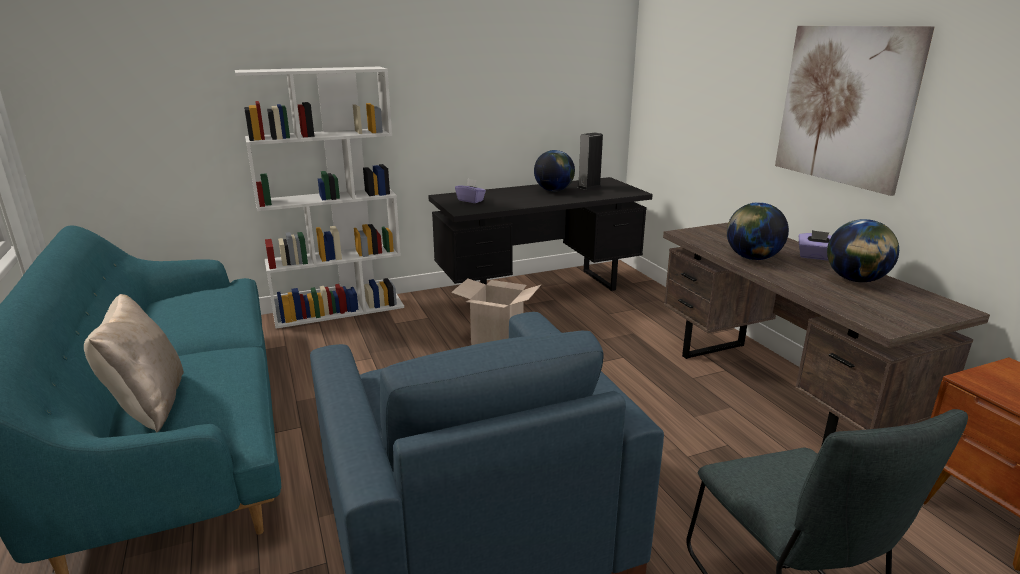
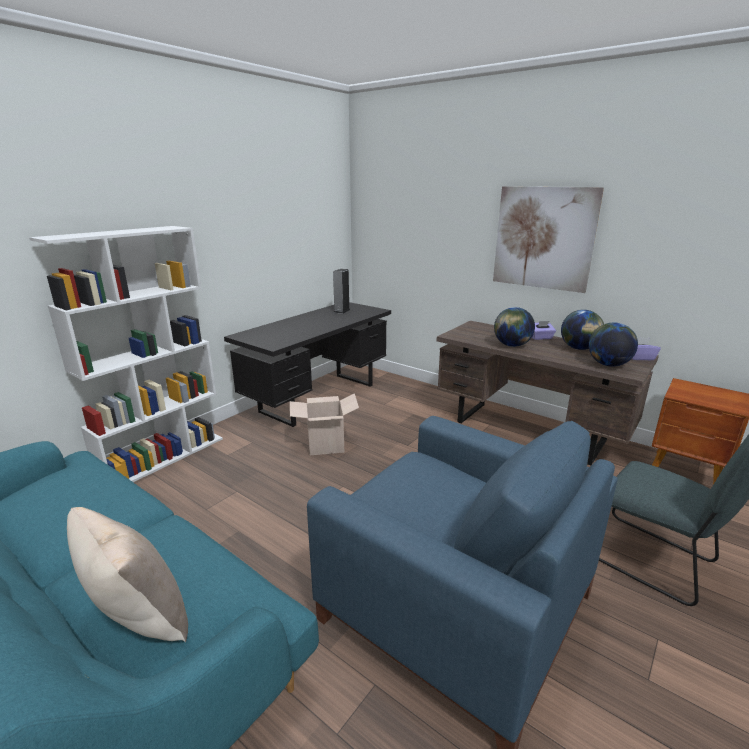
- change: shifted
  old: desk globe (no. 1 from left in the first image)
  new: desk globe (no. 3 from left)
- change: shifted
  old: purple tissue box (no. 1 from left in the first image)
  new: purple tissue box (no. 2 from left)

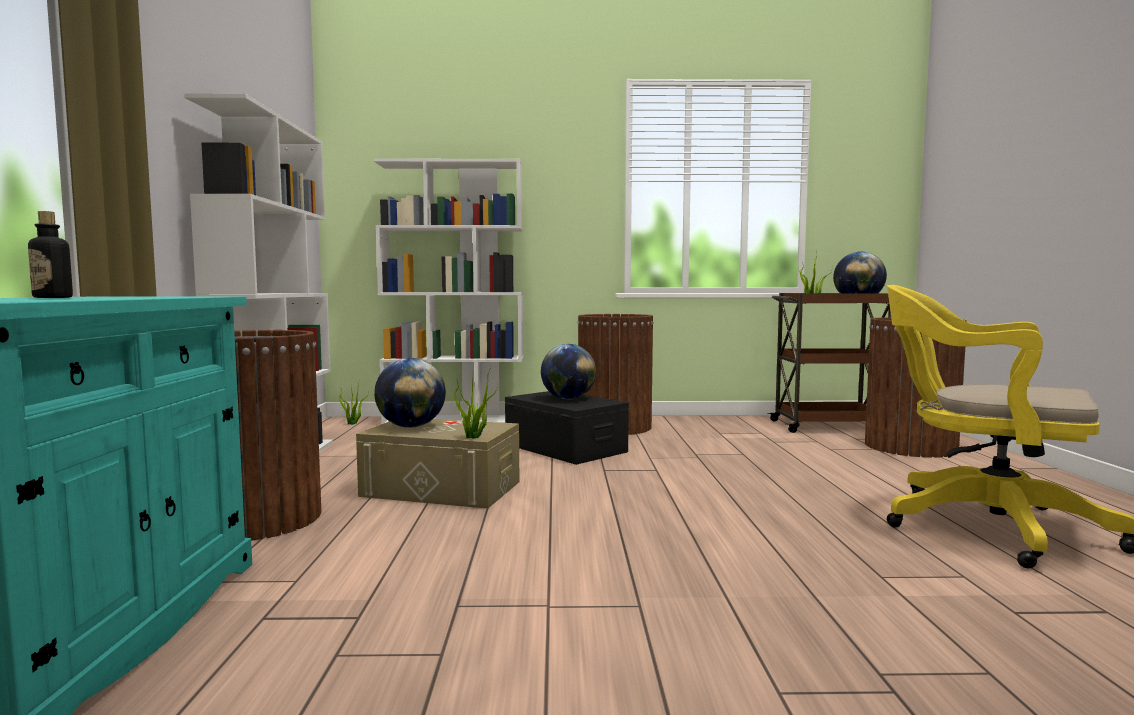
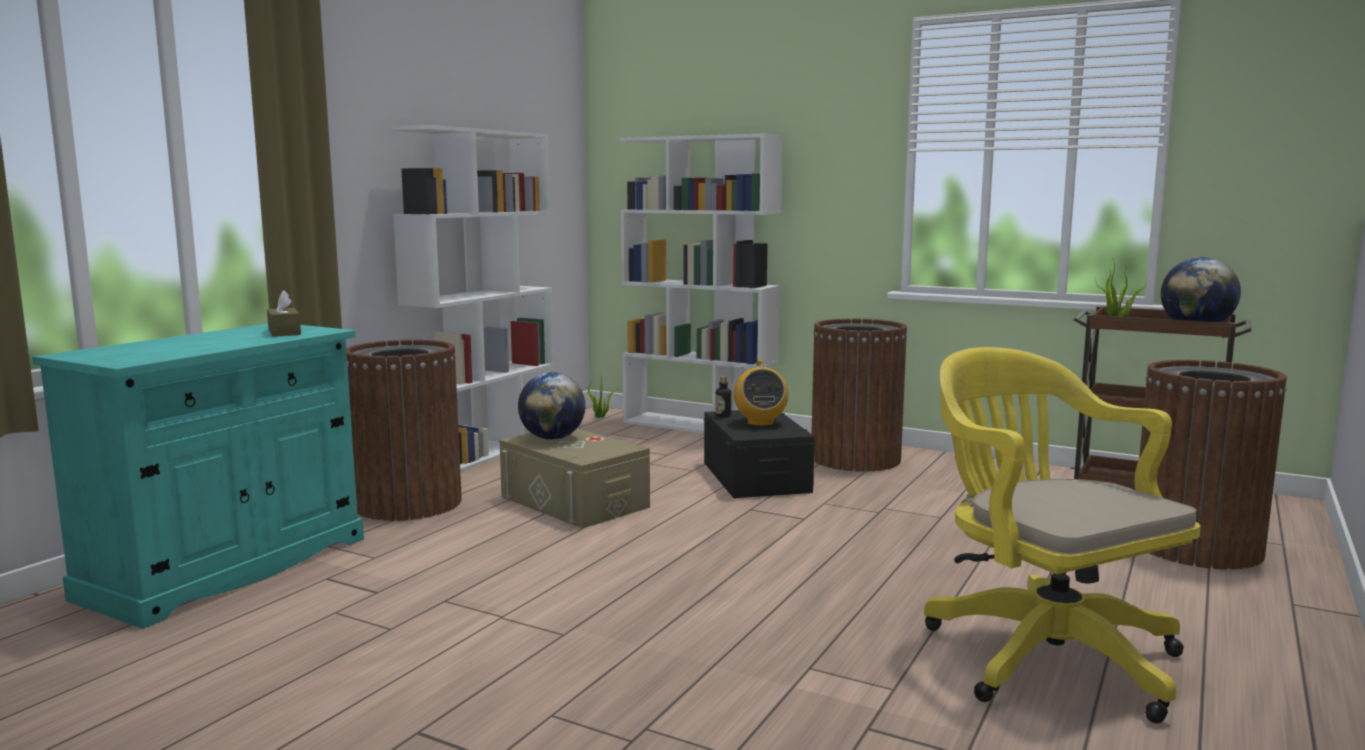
- change: shifted
  old: drink bottle
- change: swapped
  old: desk globe (no. 2 from left)
  new: radio
- change: gone
  old: houseplant (no. 2 from left)
- change: new
  new: brownish tissue box

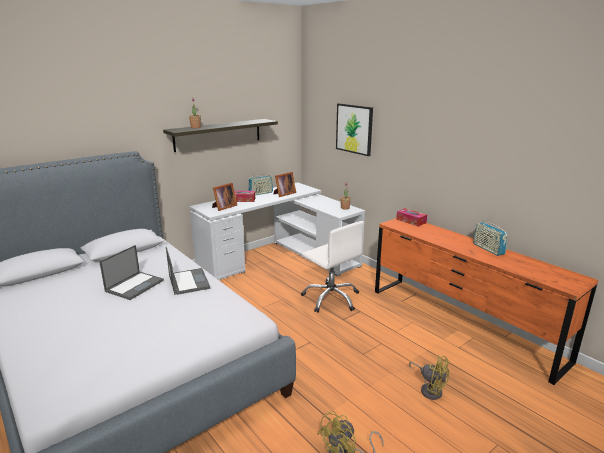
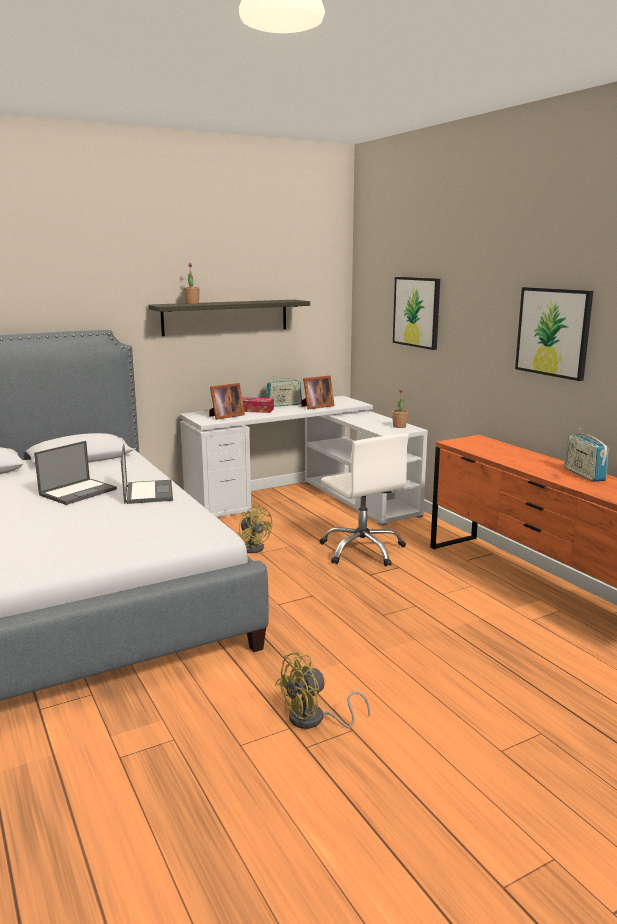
- change: gone
  old: tissue box (no. 2 from left)
- change: shifted
  old: yellow fan (no. 2 from left in the first image)
  new: yellow fan (no. 1 from left)
- change: new
  new: wall picture (no. 2 from left)

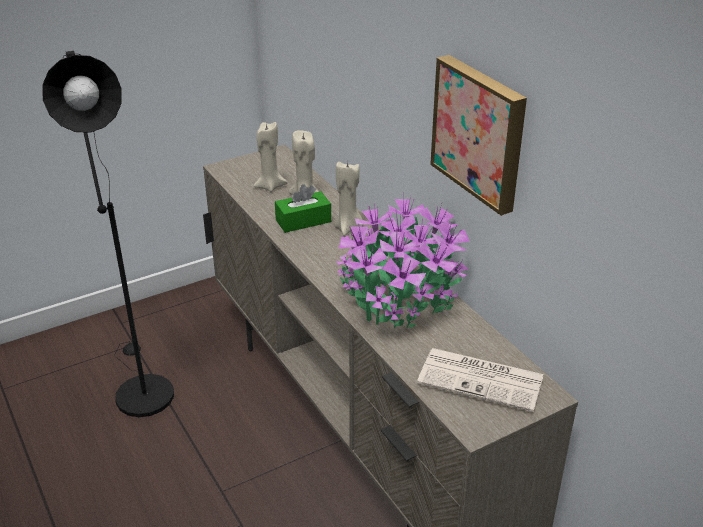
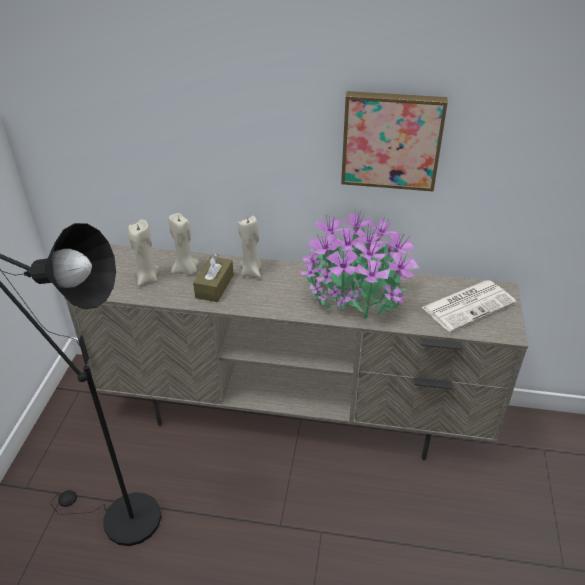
- change: repainted
  old: greenish tissue box
  new: brownish tissue box

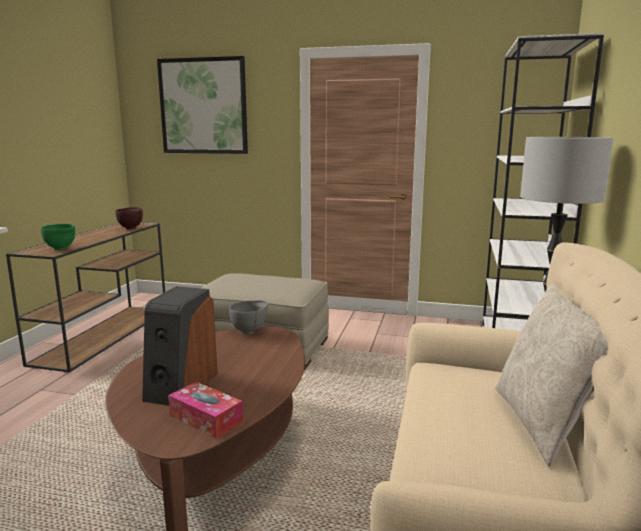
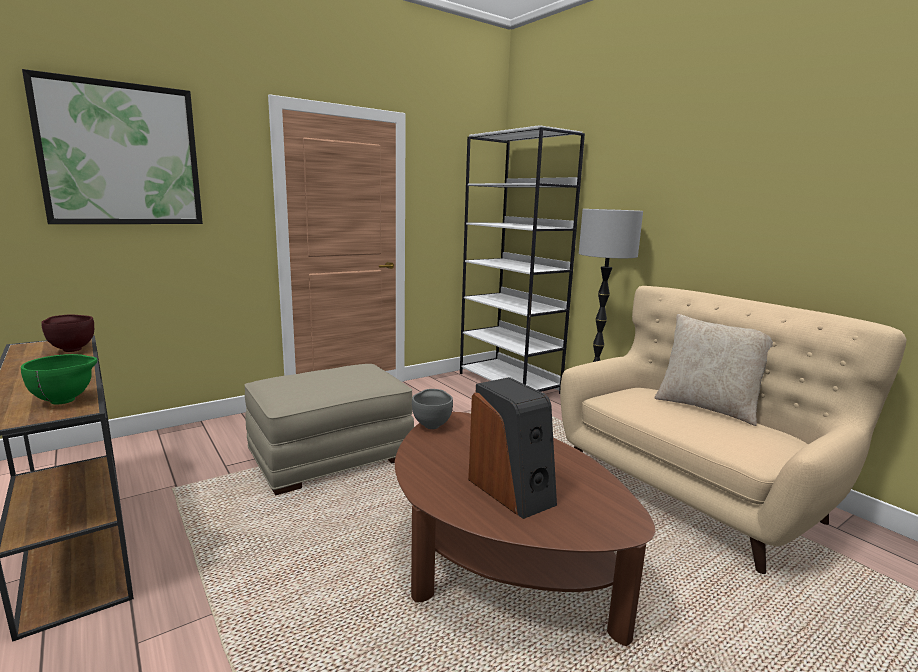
- change: gone
  old: tissue box

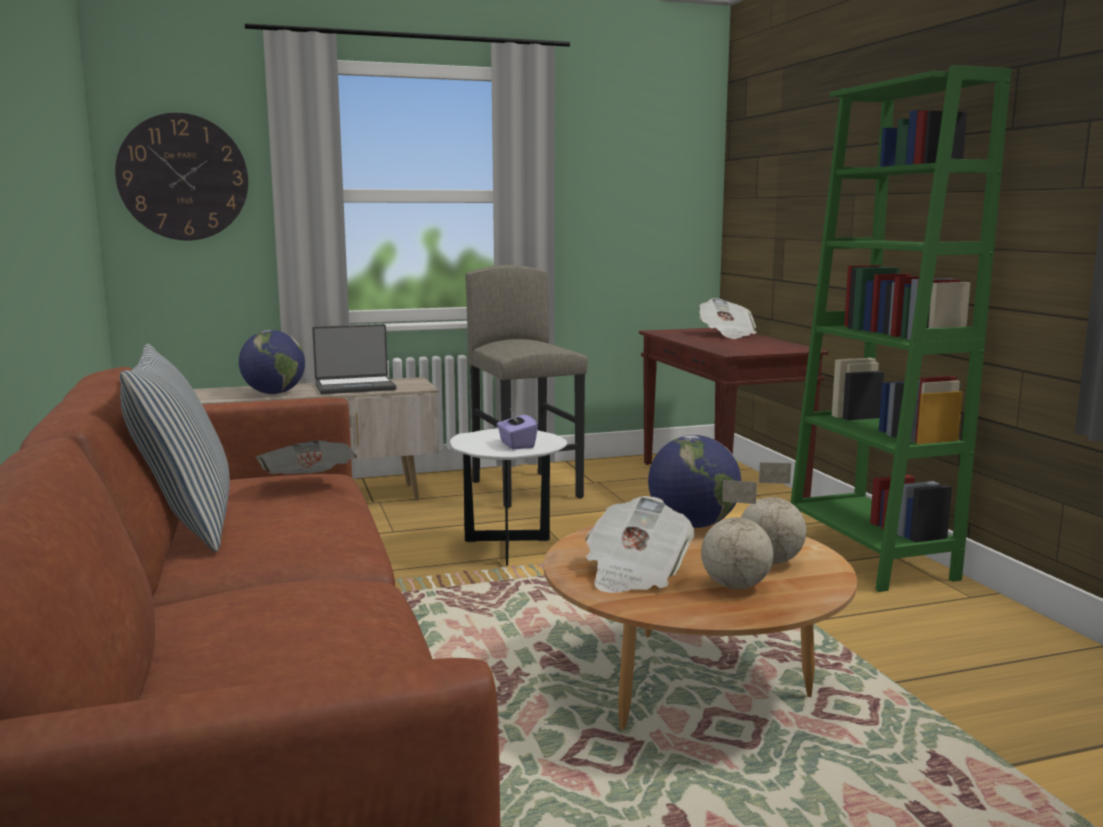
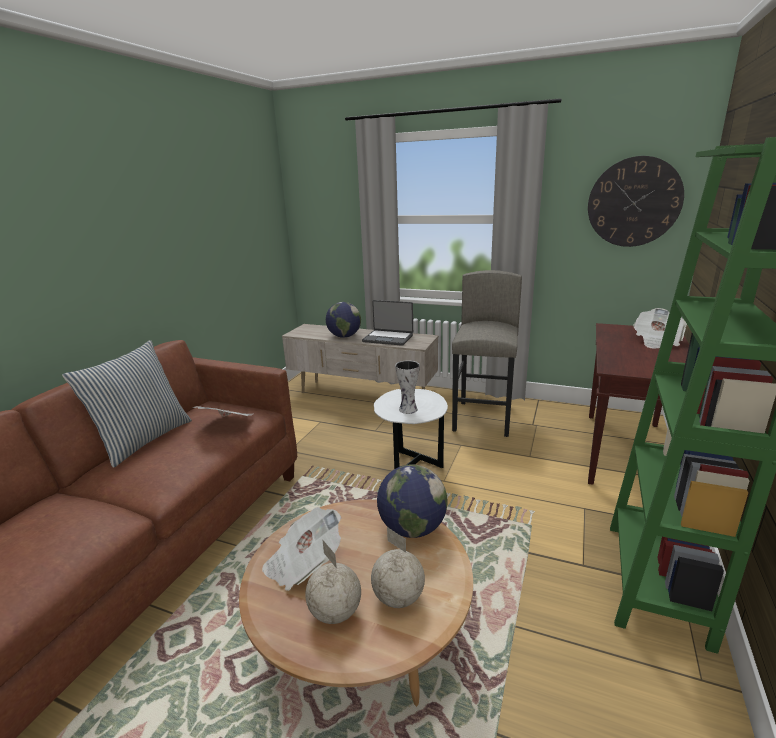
- change: shifted
  old: hanging clock
- change: swapped
  old: purple tissue box
  new: flower vase

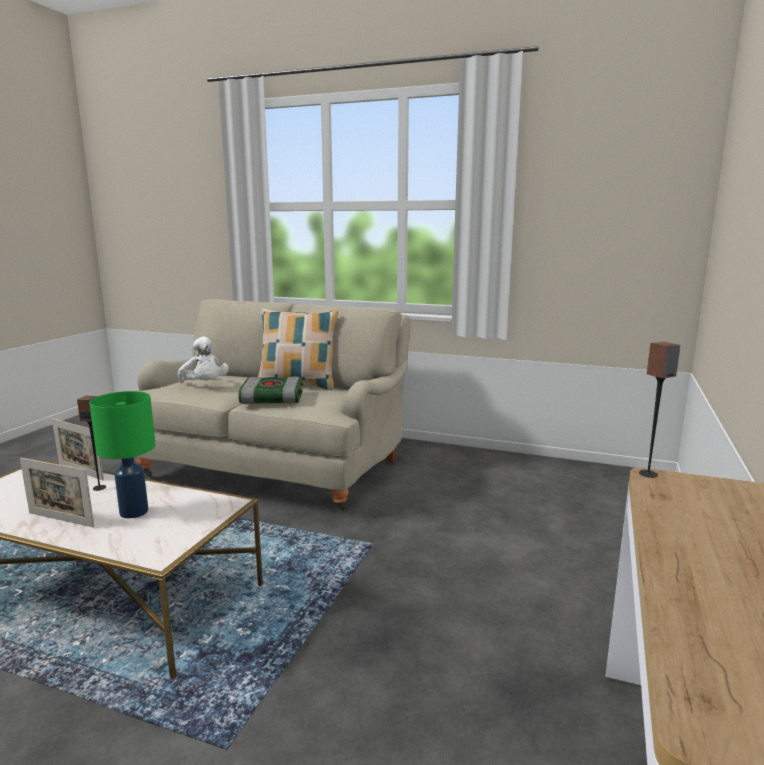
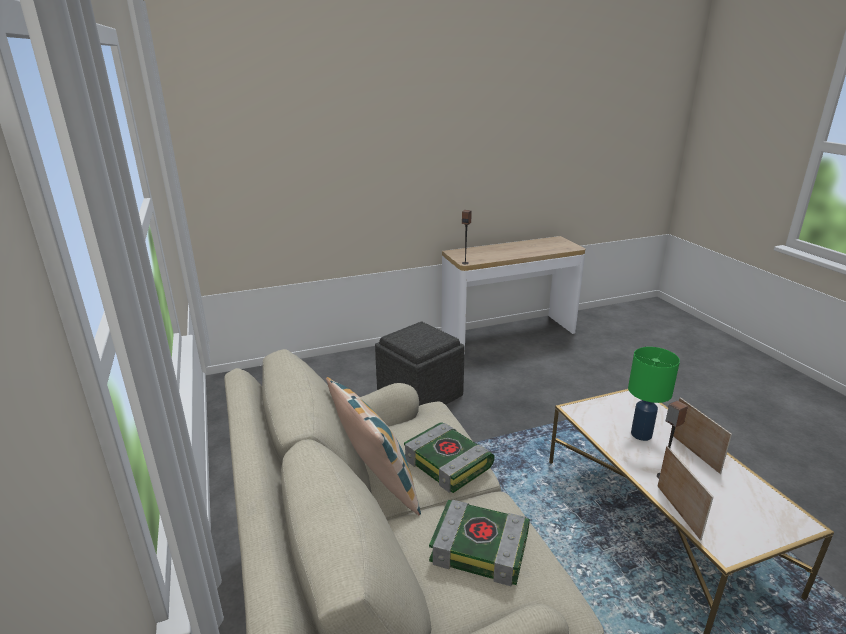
- change: swapped
  old: white-coloured cuddly toy
  new: book (no. 2 from left)
- change: new
  new: greyish ottoman

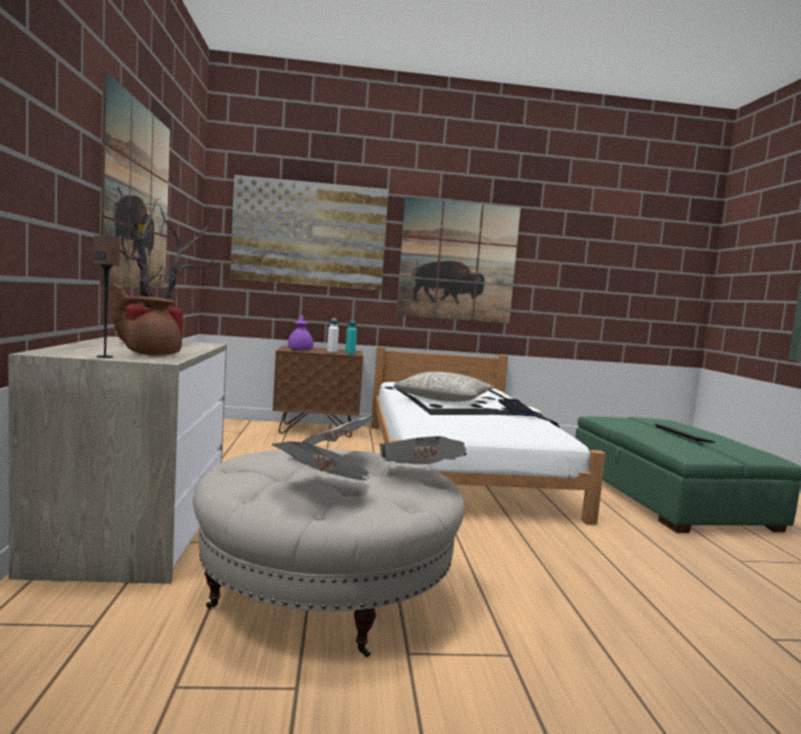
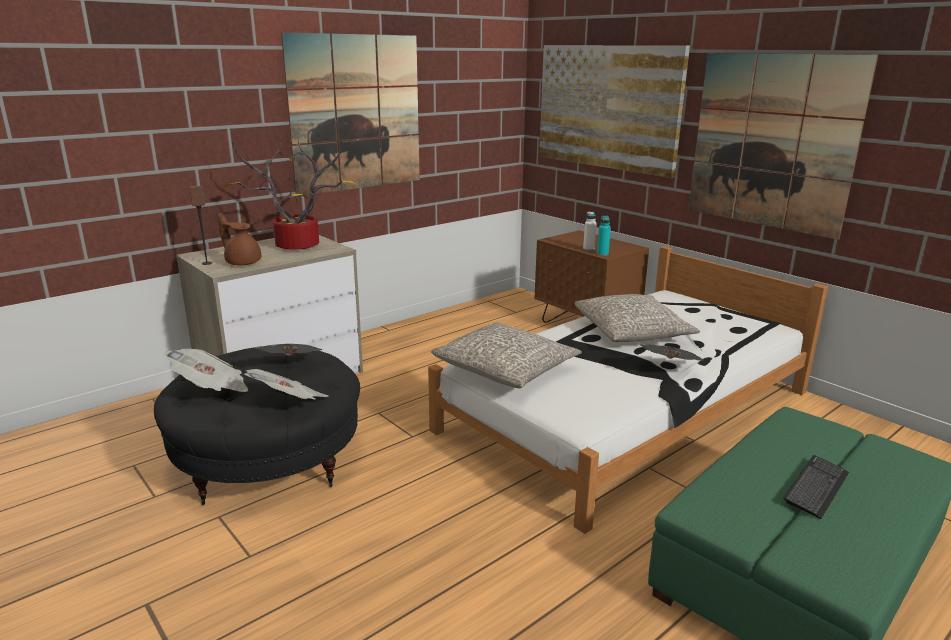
- change: gone
  old: purple teapot
- change: swapped
  old: computer keyboard (no. 1 from left)
  new: newspaper (no. 4 from left)
- change: repainted
  old: beige-coloured ottoman
  new: blackish ottoman
- change: new
  new: greyish cushion (no. 1 from left)

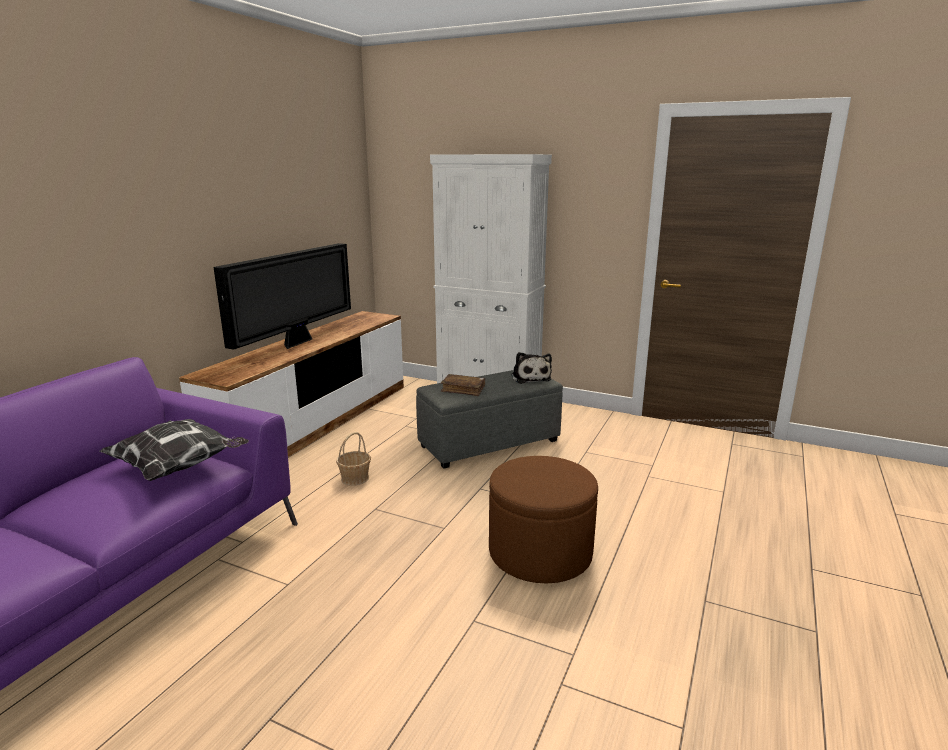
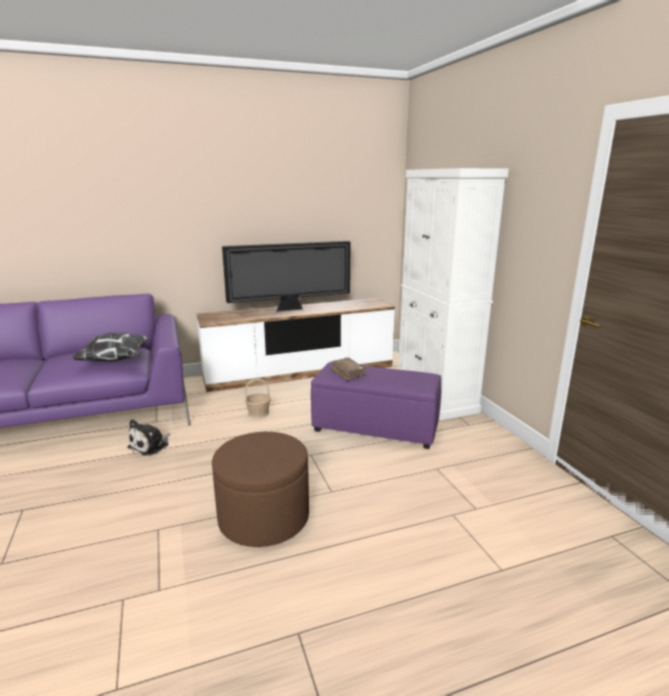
- change: shifted
  old: cuddly toy
- change: repainted
  old: greyish ottoman
  new: purple ottoman

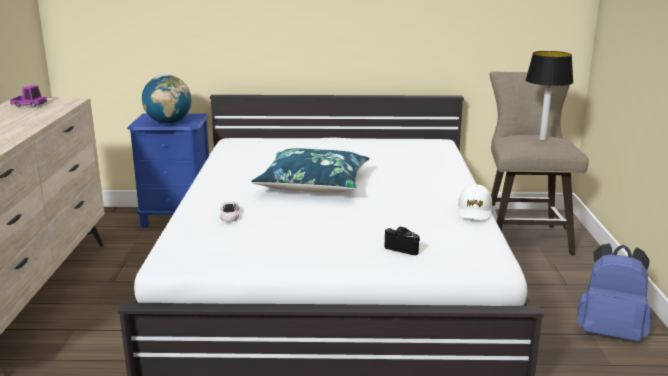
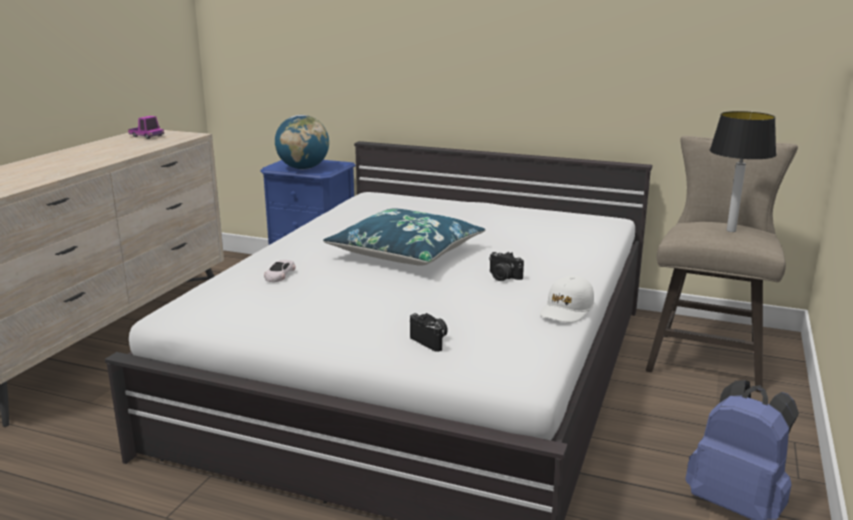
- change: new
  new: still camera (no. 2 from left)

